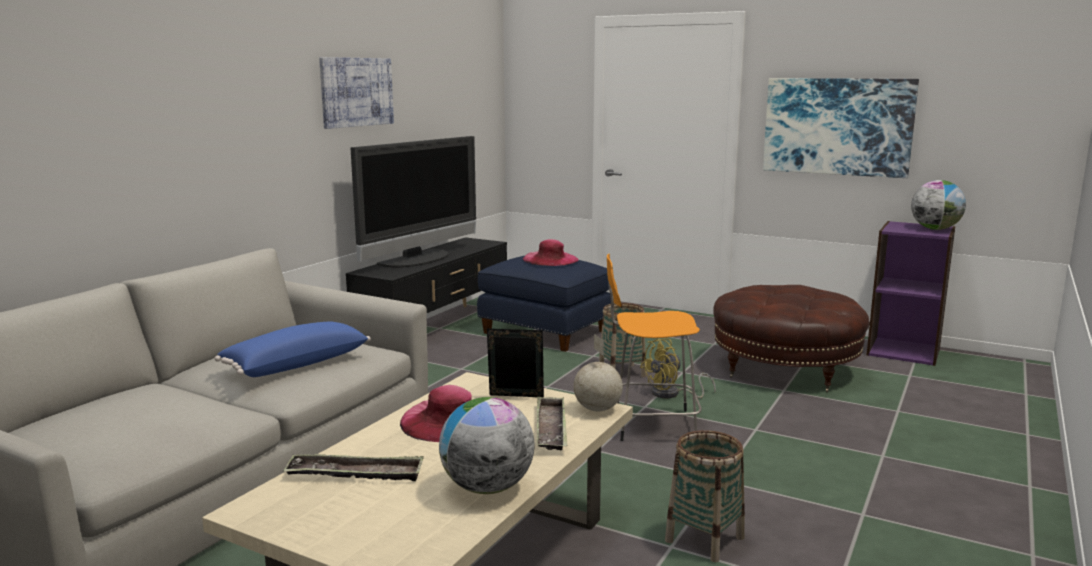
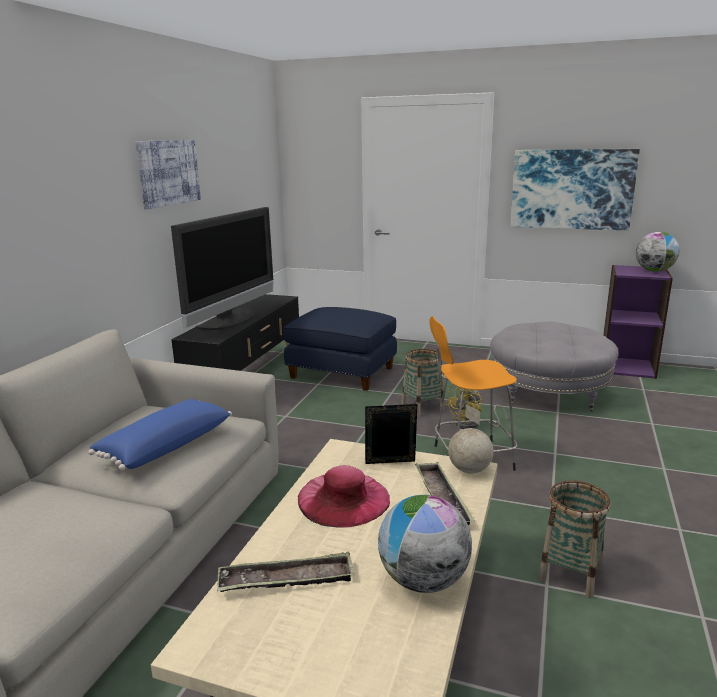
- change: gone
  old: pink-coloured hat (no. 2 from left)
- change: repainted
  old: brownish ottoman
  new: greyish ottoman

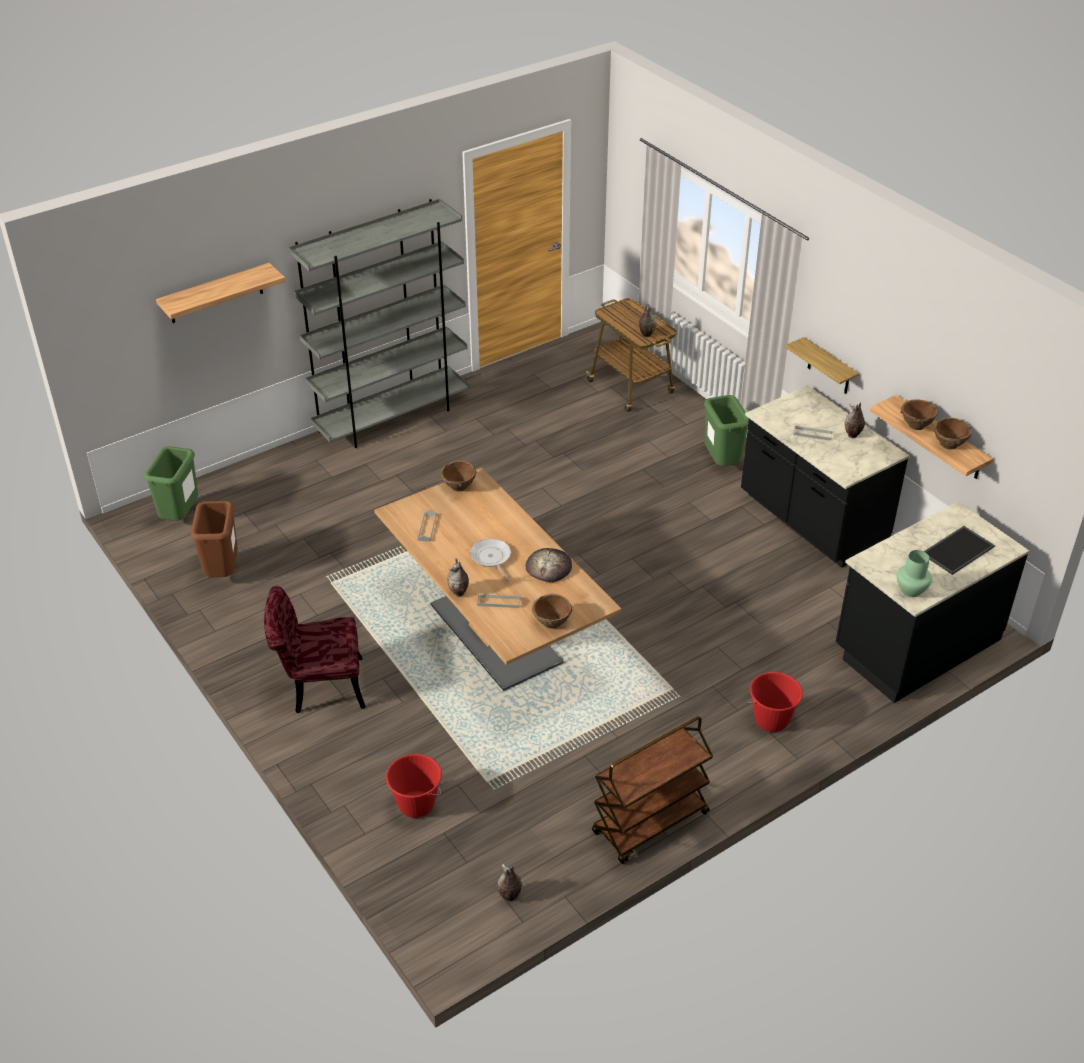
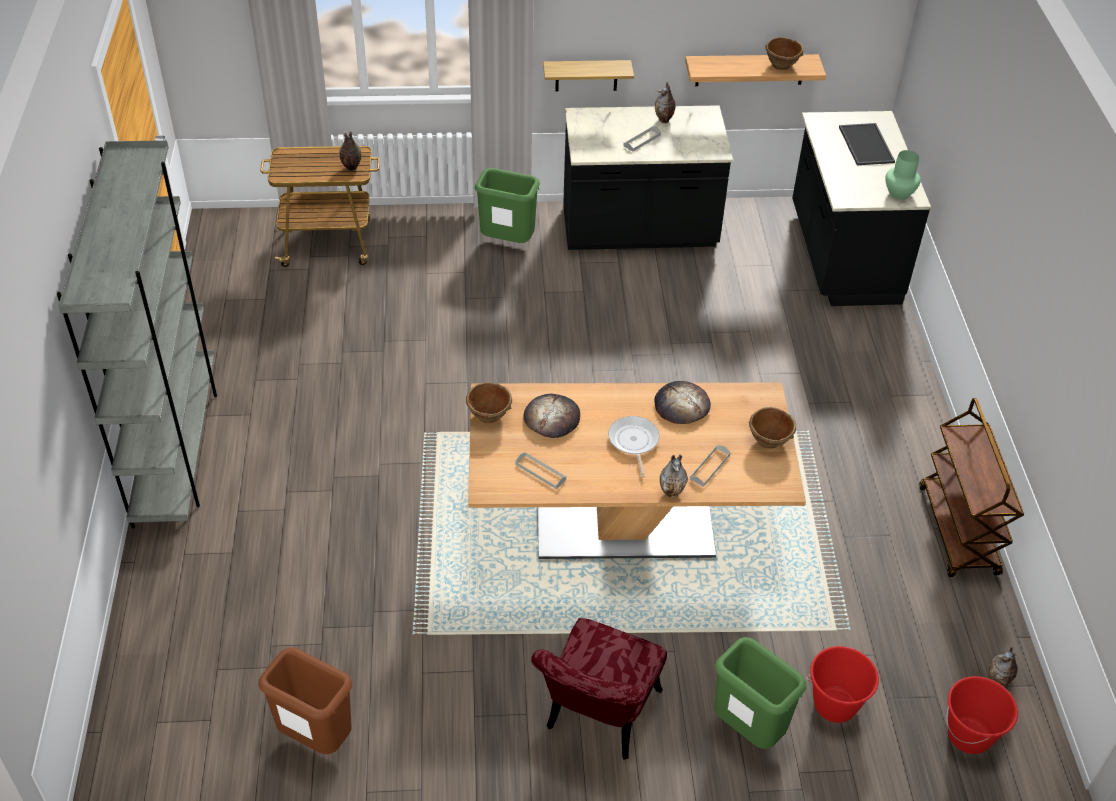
- change: gone
  old: wall shelf (no. 1 from left)
- change: gone
  old: brownish serving bowl (no. 3 from left)
- change: shifted
  old: greenish trash can (no. 1 from left in the first image)
  new: greenish trash can (no. 2 from left)
- change: rotated
  old: pan
  degrees: 75
- change: shifted
  old: red-coloured pail (no. 2 from left)
- change: new
  new: bakery bread (no. 1 from left)

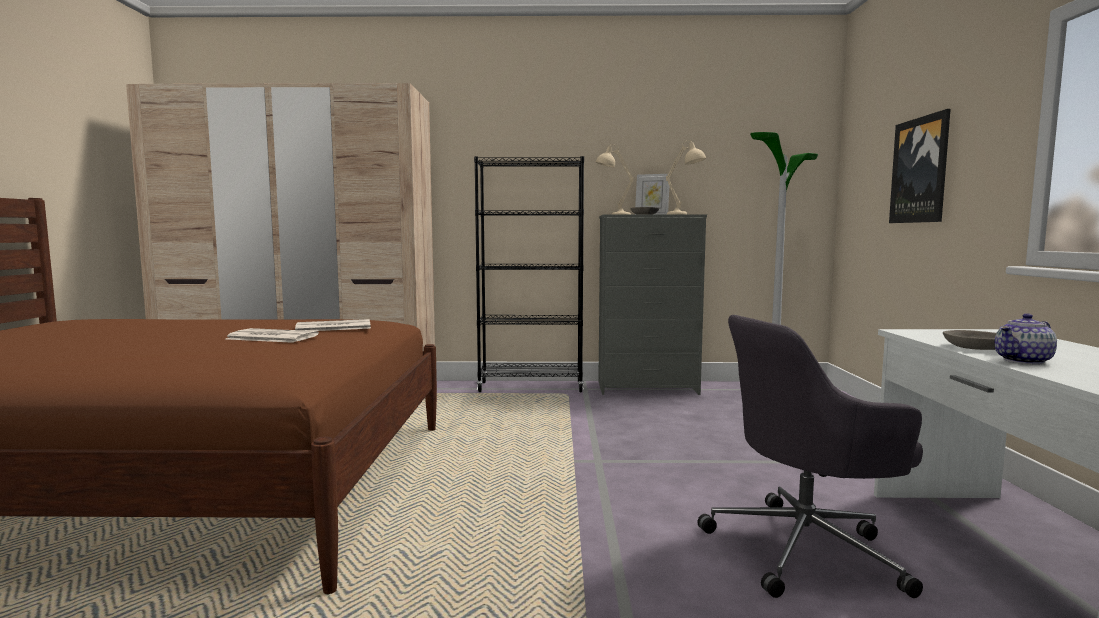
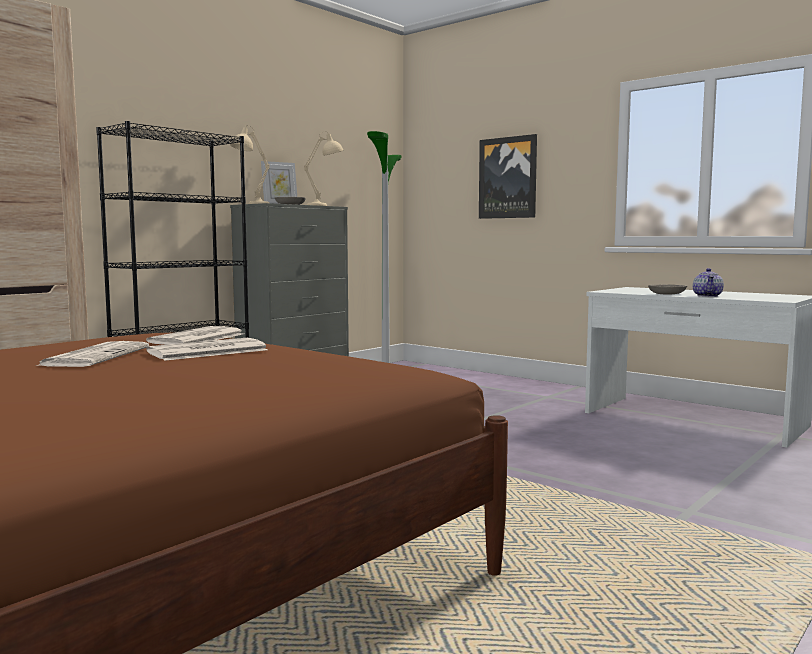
- change: gone
  old: greyish office chair
- change: new
  new: newspaper (no. 1 from left)

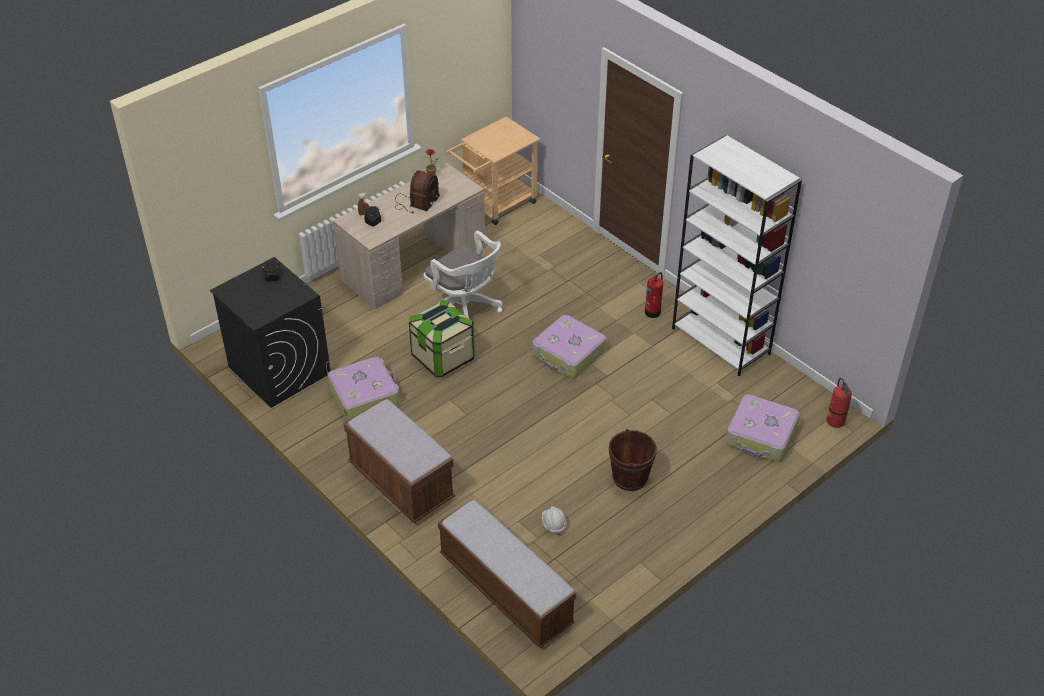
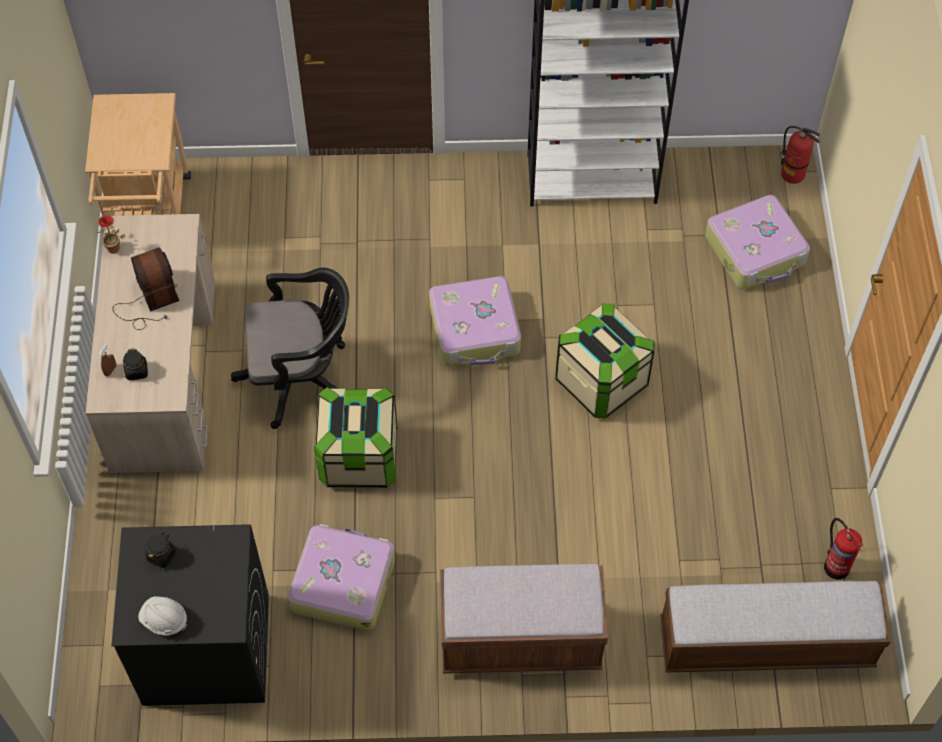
- change: repainted
  old: white-coloured office chair
  new: blackish office chair
- change: shifted
  old: fire-fighting cylinder (no. 1 from left in the first image)
  new: fire-fighting cylinder (no. 2 from left)
- change: gone
  old: brownish pail
- change: shifted
  old: white-coloured work helmet
- change: new
  new: storage box (no. 2 from left)

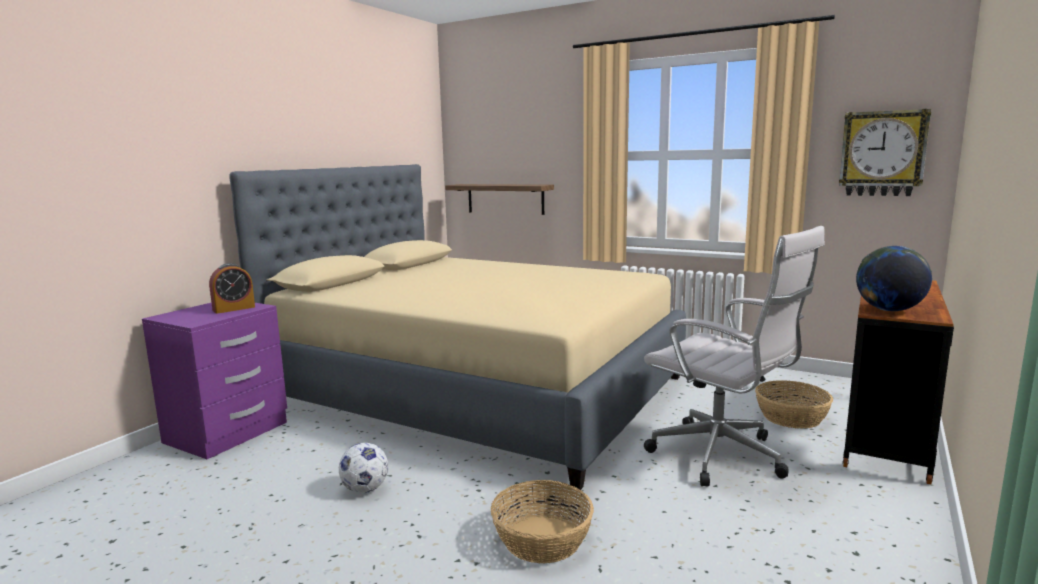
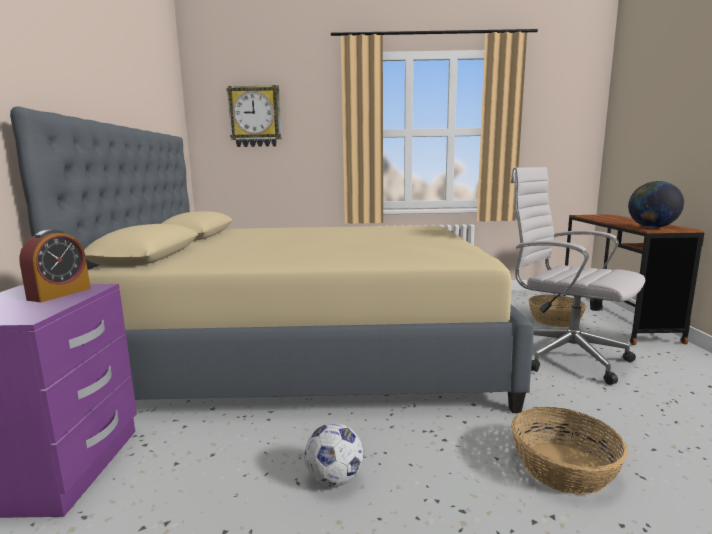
- change: shifted
  old: hanging clock
- change: gone
  old: wall shelf
- change: rotated
  old: white-coloured office chair
  degrees: -150

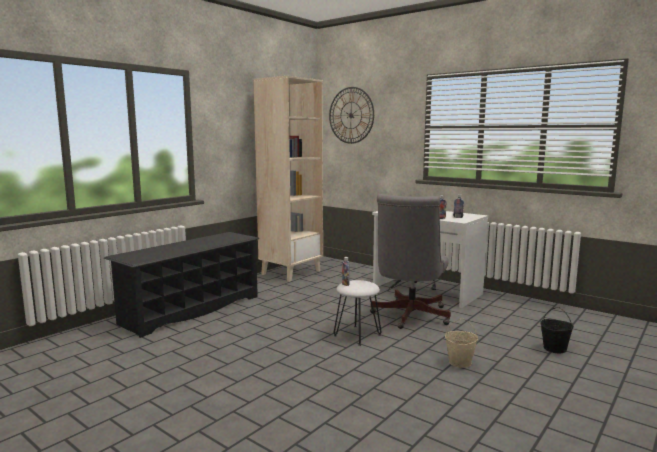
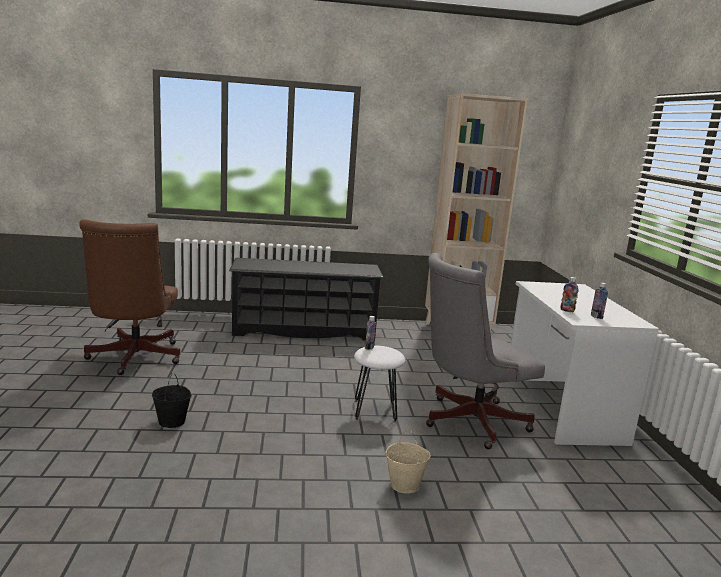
- change: gone
  old: hanging clock
- change: shifted
  old: blackish pail
- change: new
  new: brownish office chair

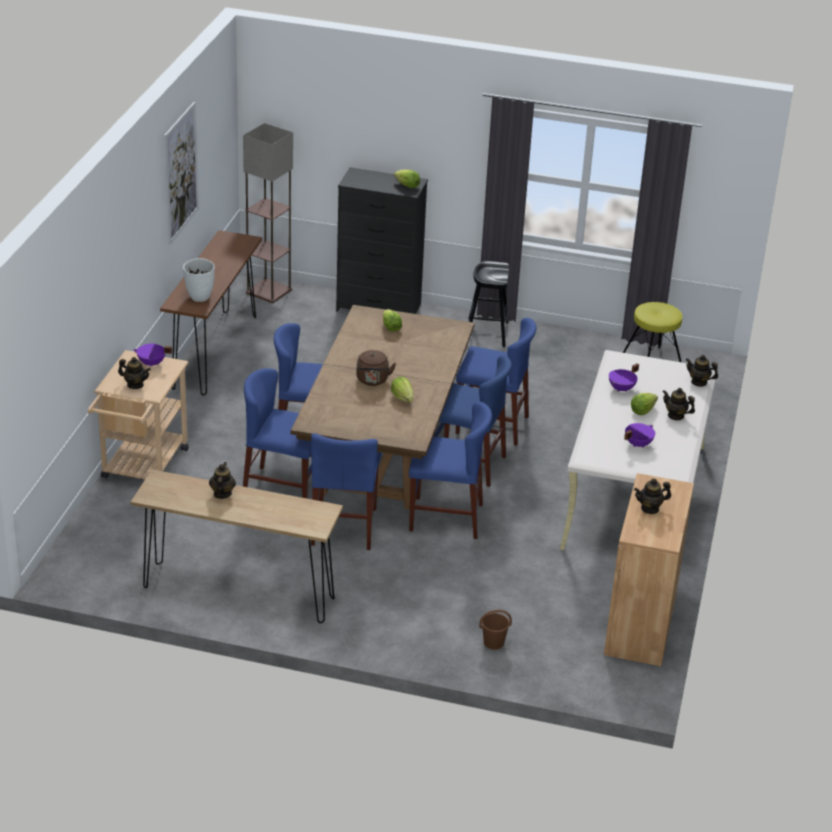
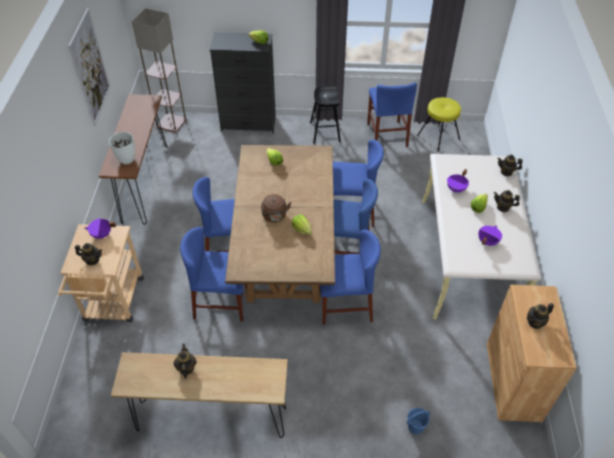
- change: shifted
  old: blue chair (no. 3 from left in the first image)
  new: blue chair (no. 6 from left)
- change: repainted
  old: brownish pail
  new: blue pail

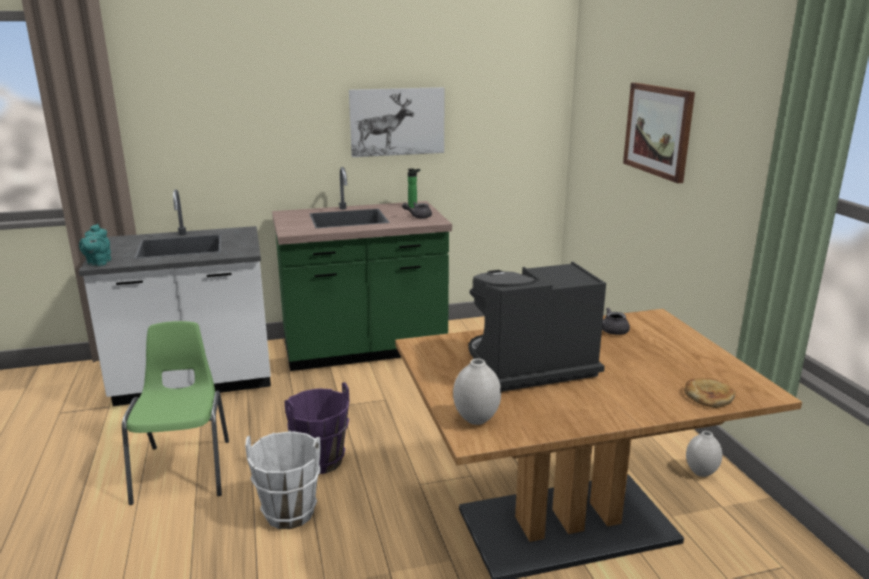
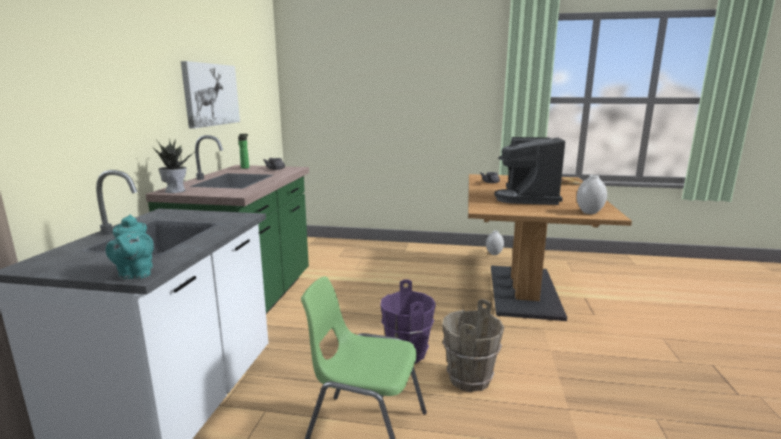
- change: gone
  old: wall picture (no. 2 from left)
- change: rotated
  old: turquoise teapot
  degrees: 45
- change: repainted
  old: white-coloured pail
  new: brownish pail
- change: new
  new: houseplant

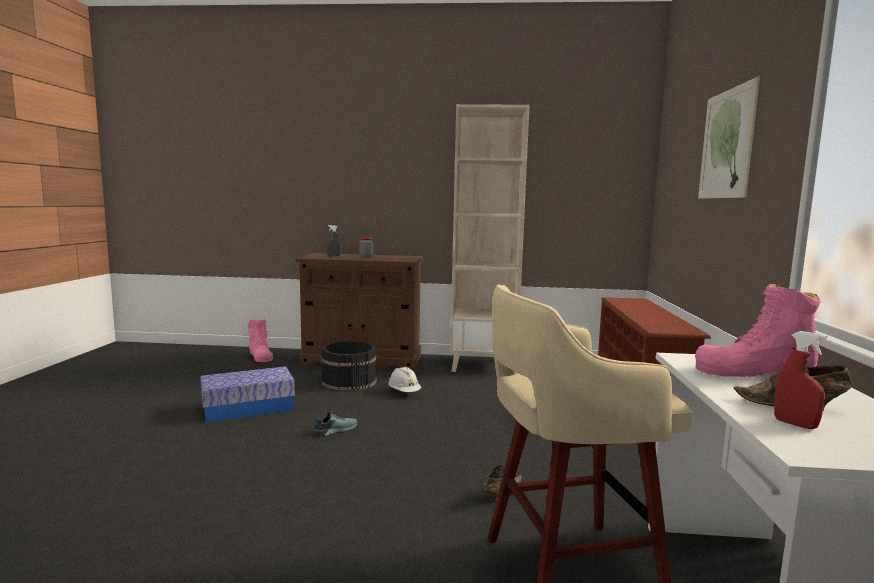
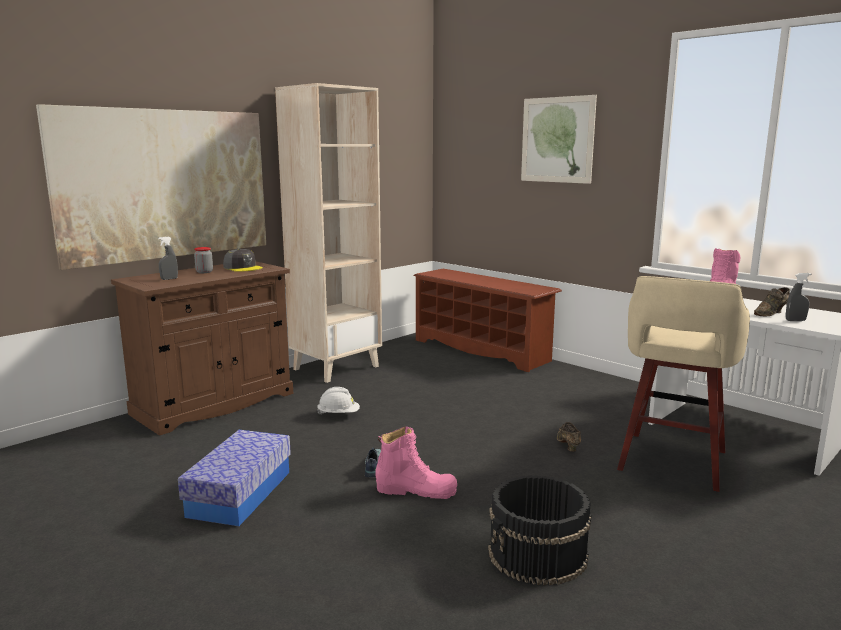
- change: shifted
  old: pink-coloured tall boot (no. 1 from left)
- change: repainted
  old: red-coloured spray bottle
  new: greyish spray bottle (no. 2 from left)
- change: shifted
  old: blackish pail
- change: new
  new: wall picture (no. 1 from left)
- change: new
  new: greyish peaked cap

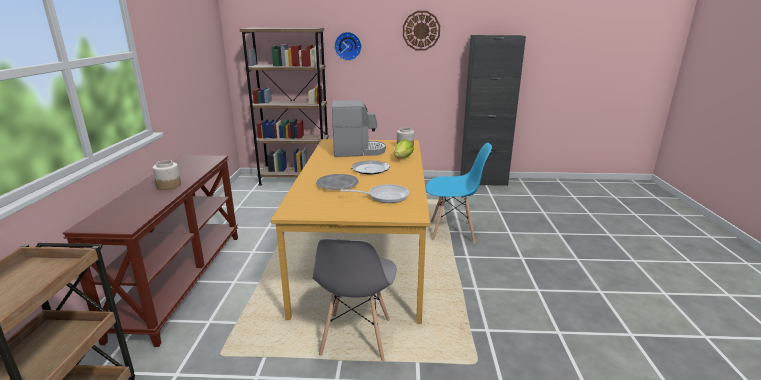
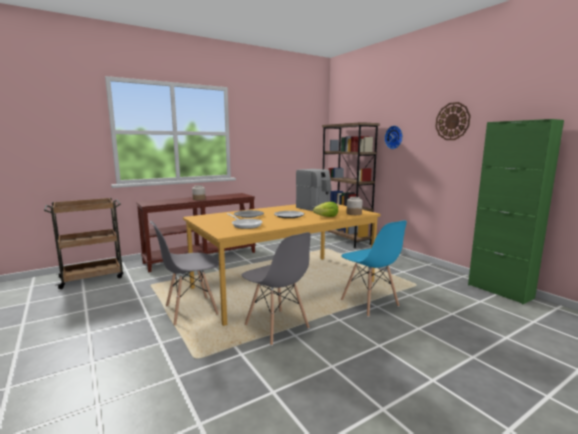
- change: repainted
  old: blackish storage cabinet
  new: greenish storage cabinet
- change: new
  new: greyish chair (no. 2 from left)

